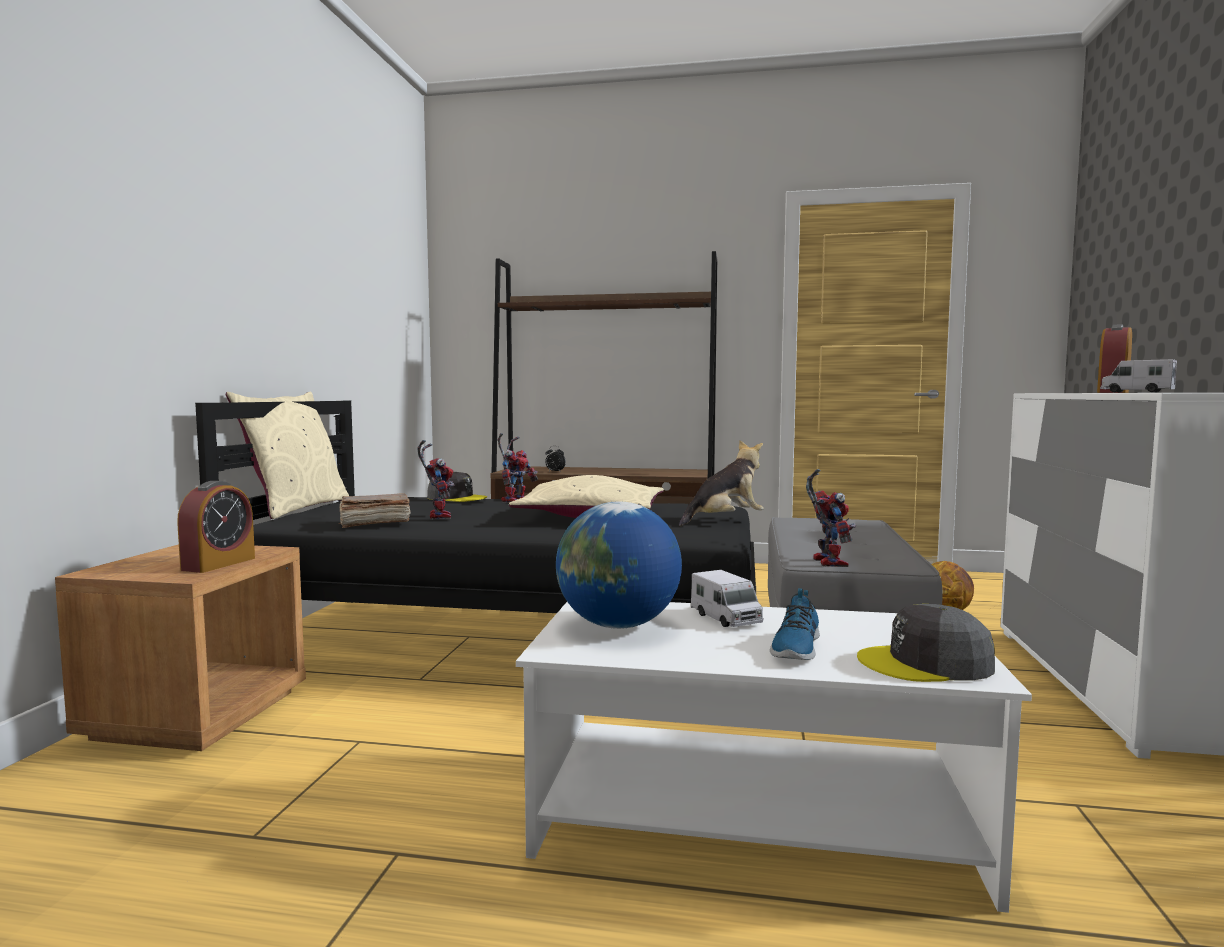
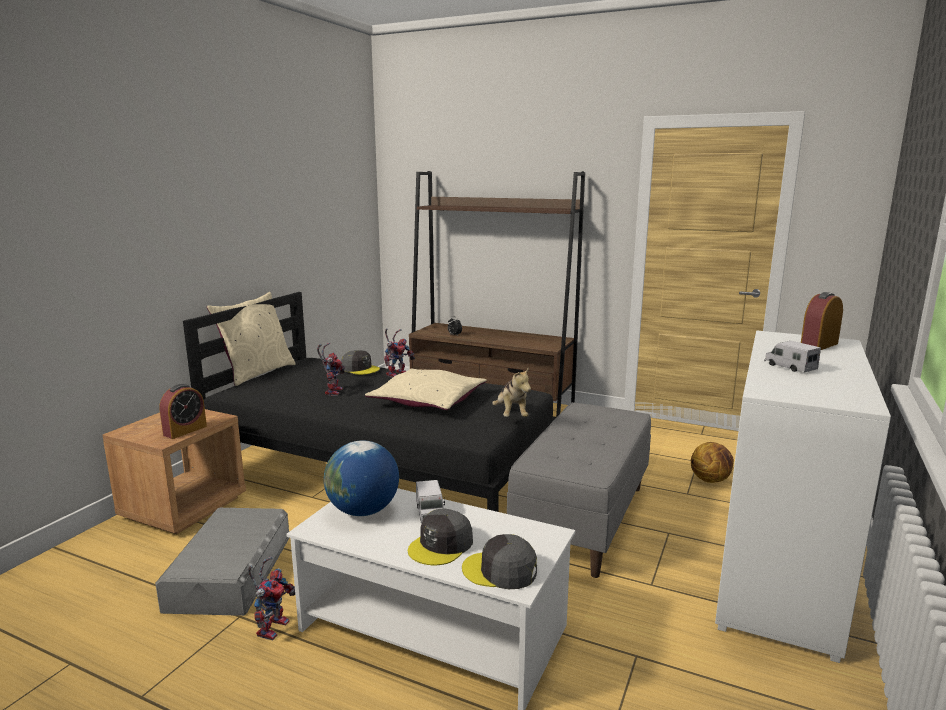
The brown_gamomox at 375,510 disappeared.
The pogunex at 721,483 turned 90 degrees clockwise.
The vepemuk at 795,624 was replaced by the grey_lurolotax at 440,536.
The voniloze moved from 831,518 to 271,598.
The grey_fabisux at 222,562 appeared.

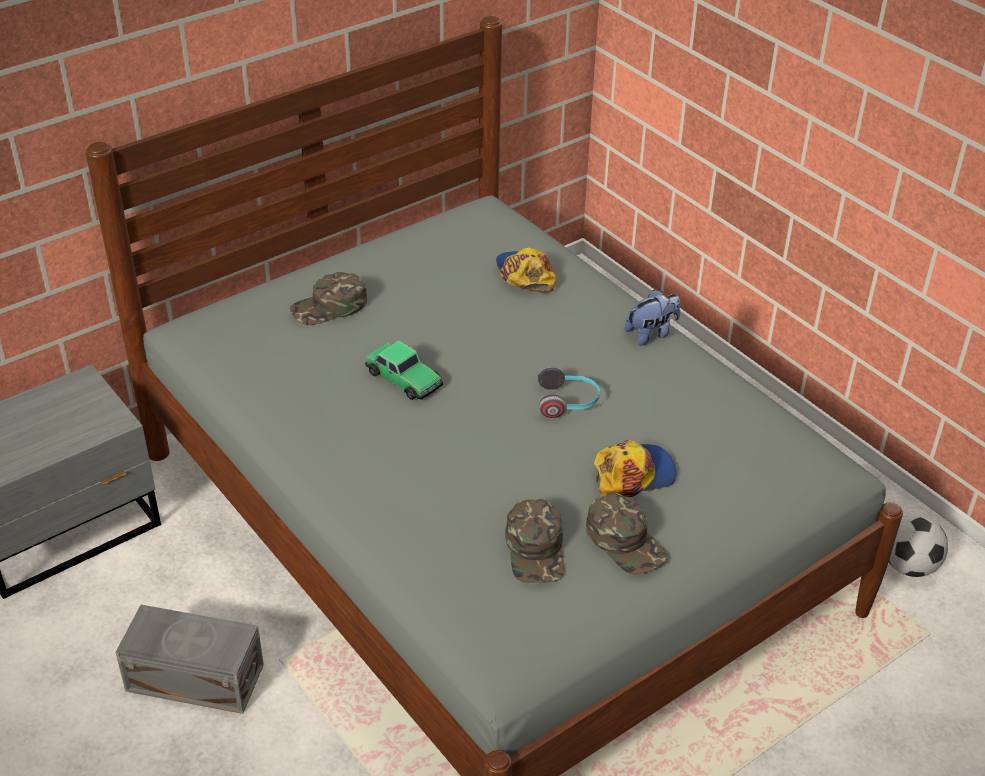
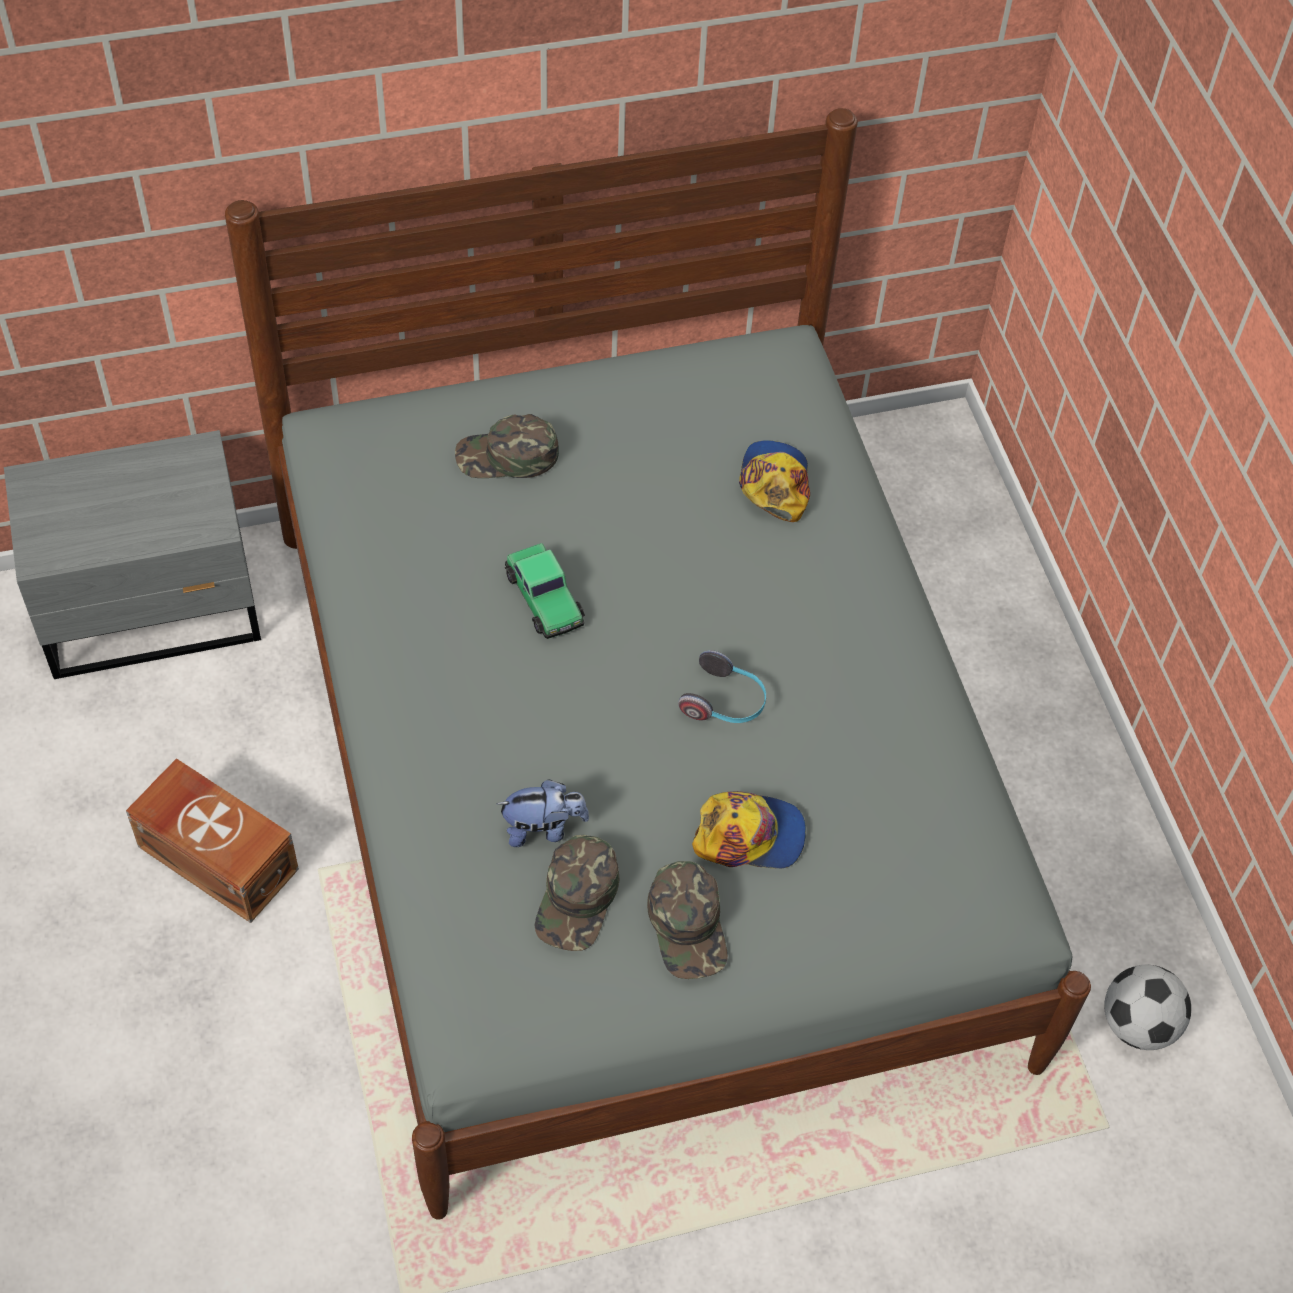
The grey_fabisux at 189,659 became the brown_fabisux at 212,840.
The pogunex moved from 652,318 to 542,813.

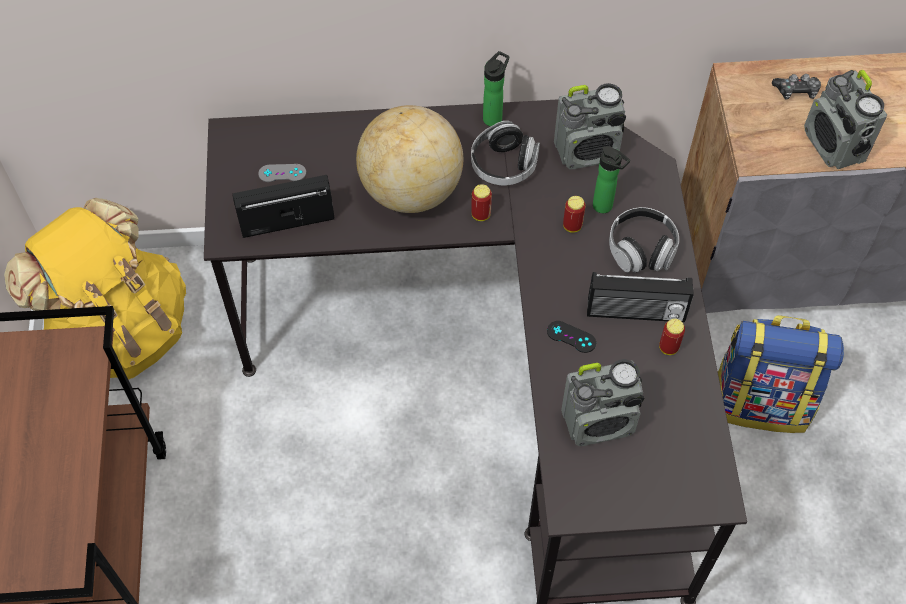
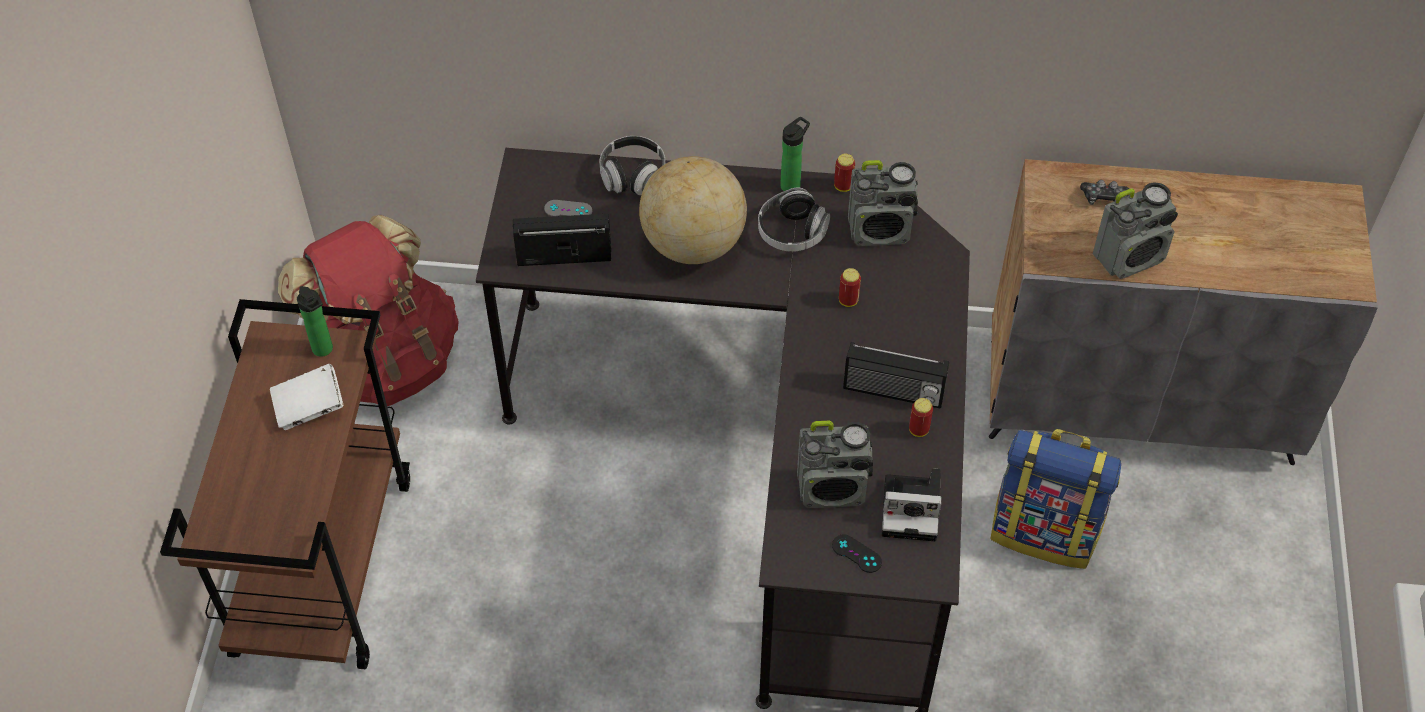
The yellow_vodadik at 95,289 became the red_vodadik at 368,310.
The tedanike moved from 481,202 to 844,173.
The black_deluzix moved from 571,337 to 857,553.
The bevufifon moved from 611,179 to 315,321.
The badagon moved from 644,239 to 632,165.
The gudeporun at 845,119 turned 105 degrees counterclockwise.
The white_gamomox at 306,396 appeared.
The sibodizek at 912,504 appeared.

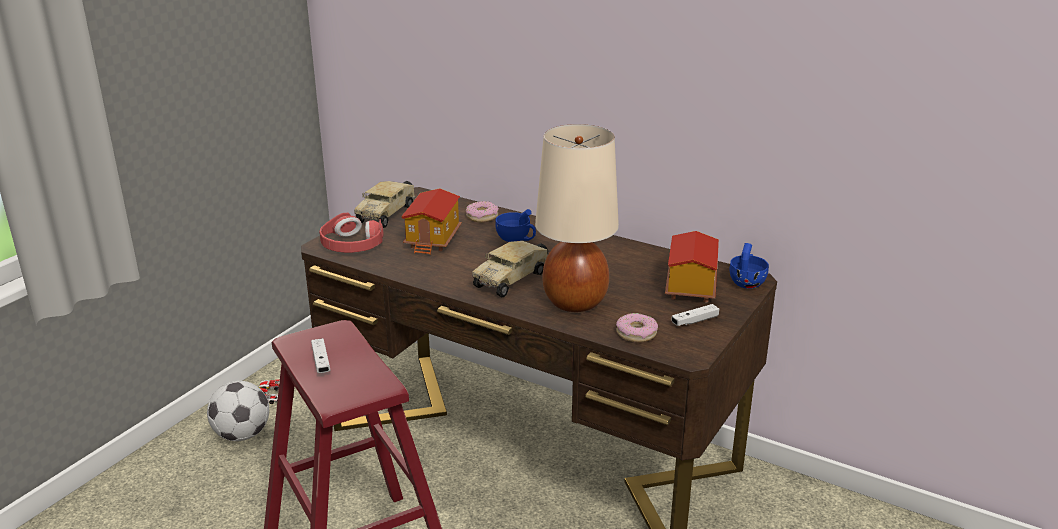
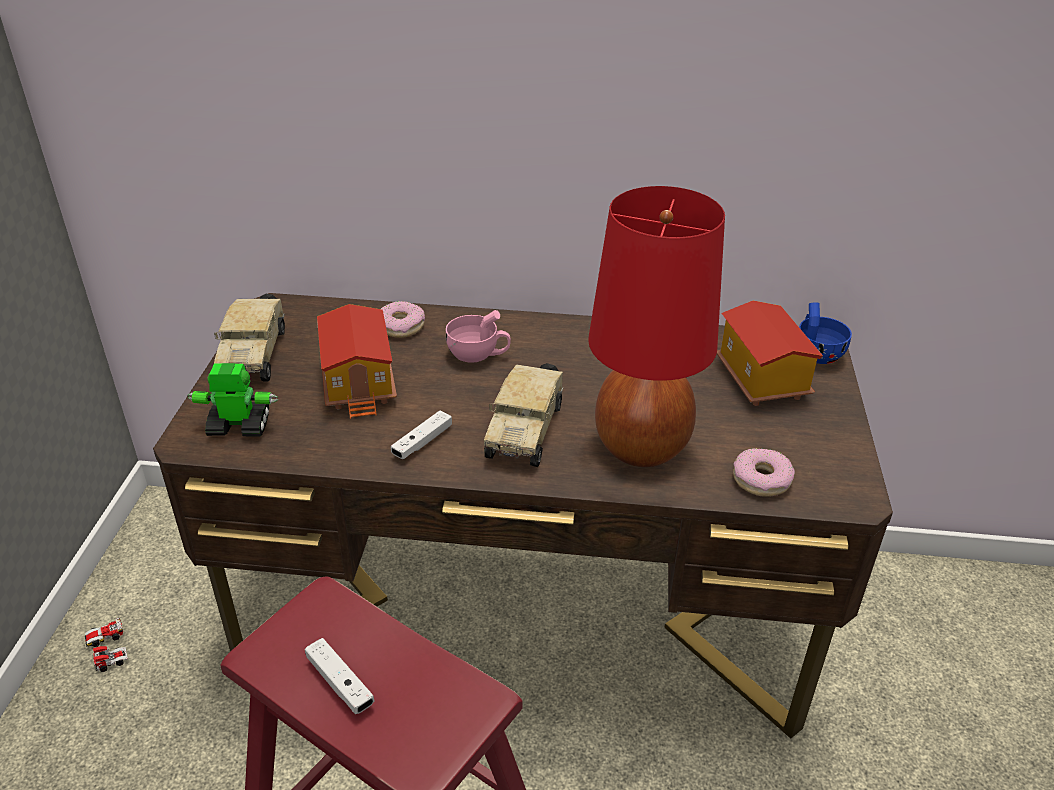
The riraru at 238,411 disappeared.
The red_badagon at 351,233 was replaced by the voniloze at 232,400.
The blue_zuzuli at 515,225 became the pink_zuzuli at 478,336.
The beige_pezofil at 577,218 became the red_pezofil at 656,326.
The white_deluzix moved from 695,315 to 421,435.

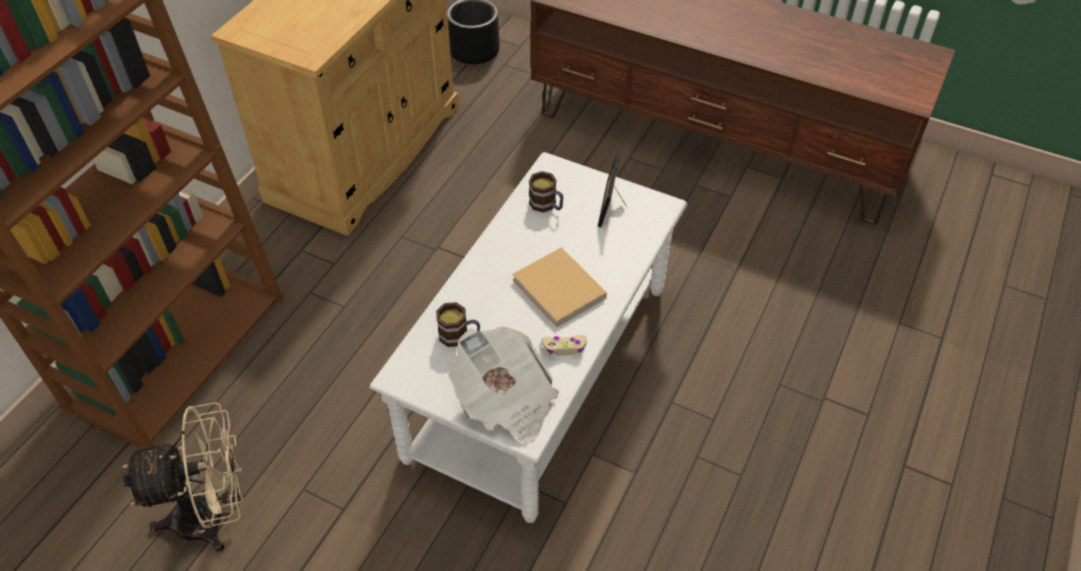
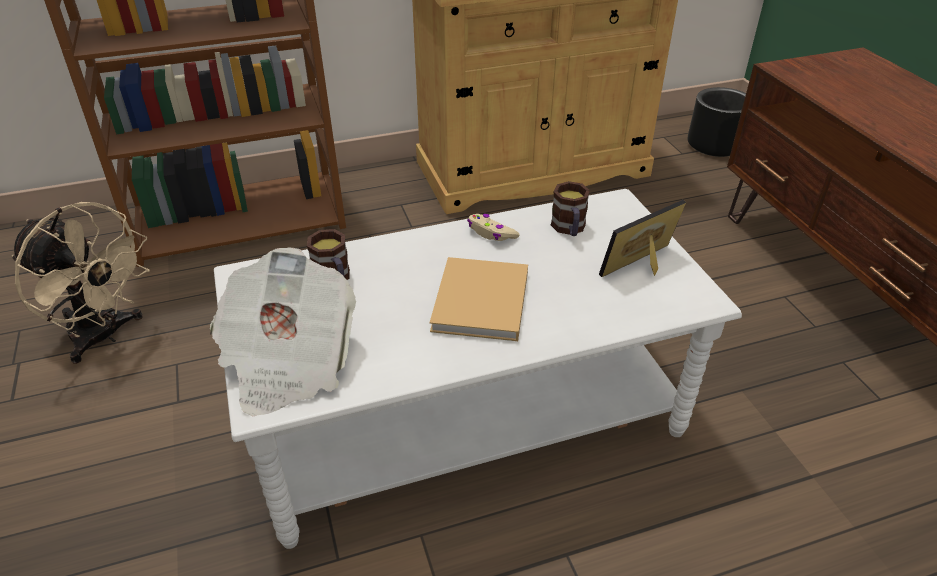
The beige_deluzix moved from 564,345 to 493,227.

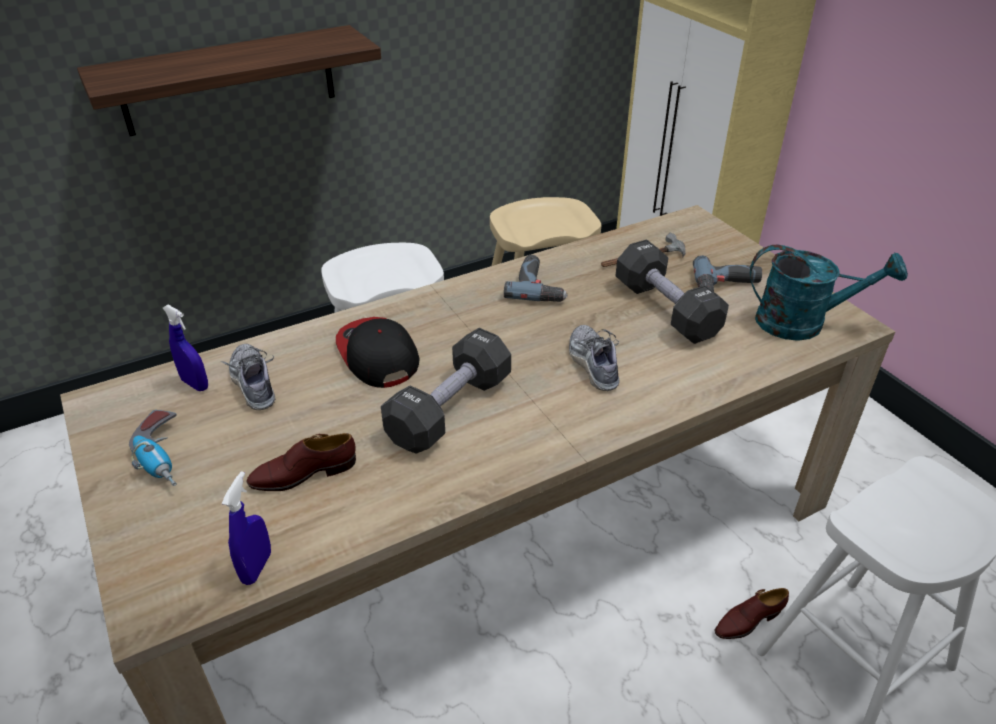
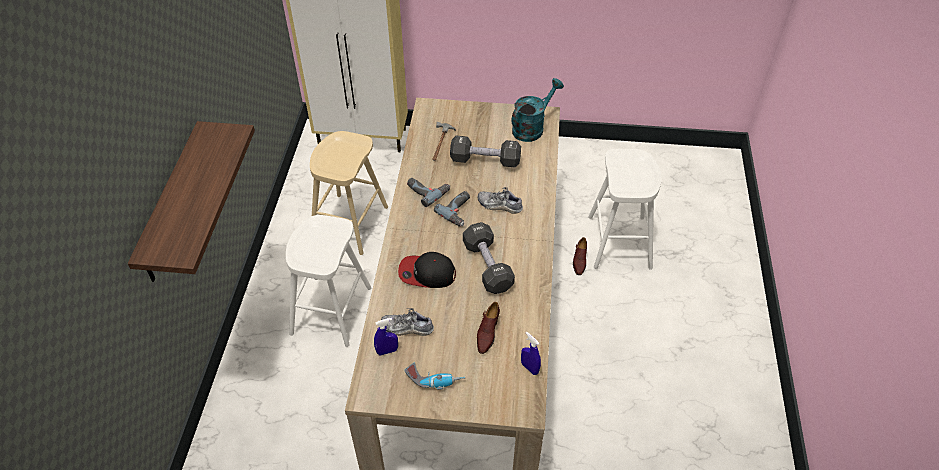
The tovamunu moved from 727,273 to 452,209.

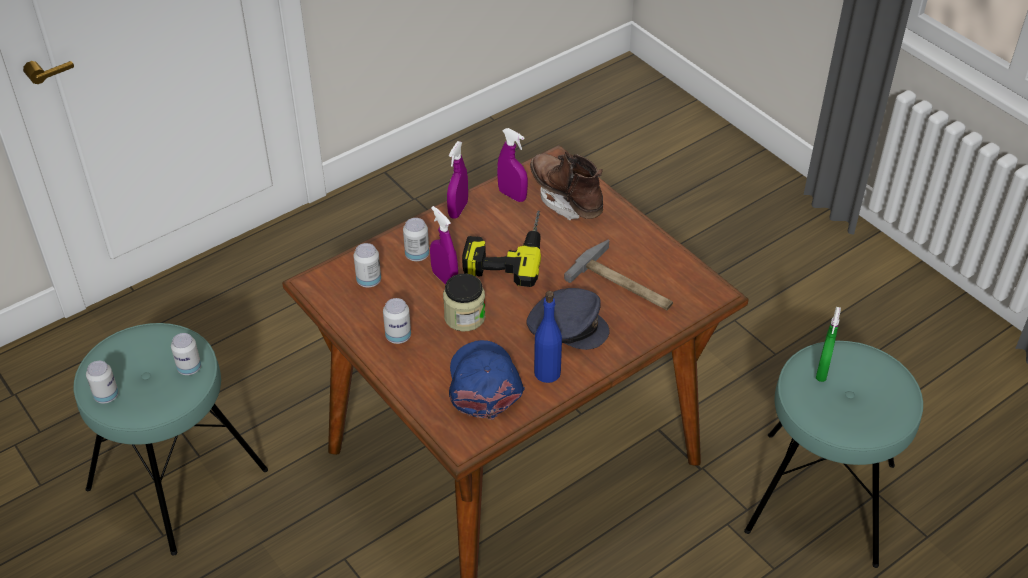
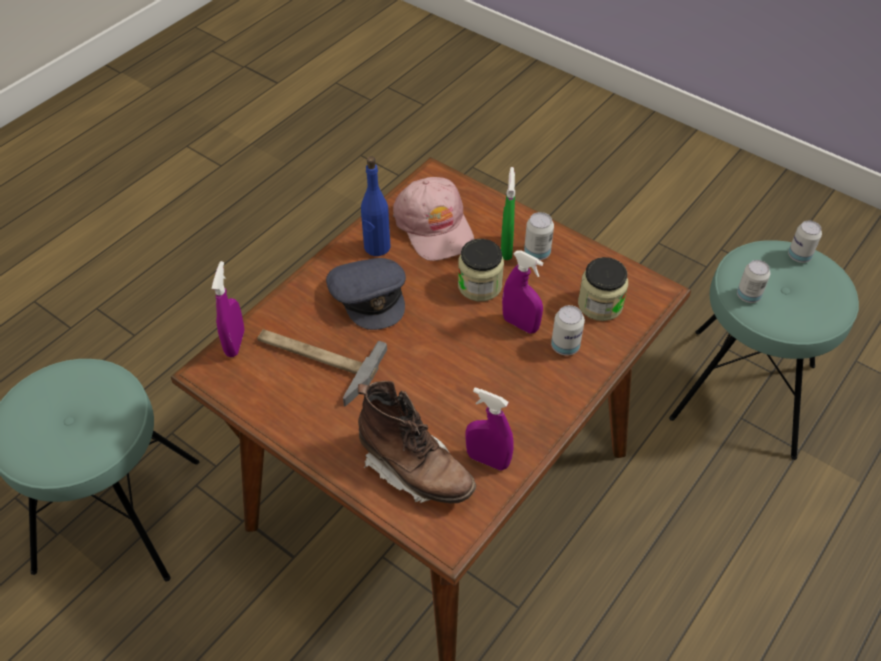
The tedanike at 367,265 was replaced by the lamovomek at 603,289.
The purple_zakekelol moved from 457,180 to 228,309.
The blue_lurolotax at 487,379 became the pink_lurolotax at 433,219.
The tovamunu at 501,249 disappeared.
The grey_lurolotax at 568,319 turned 120 degrees counterclockwise.
The green_zakekelol moved from 828,344 to 508,213.

